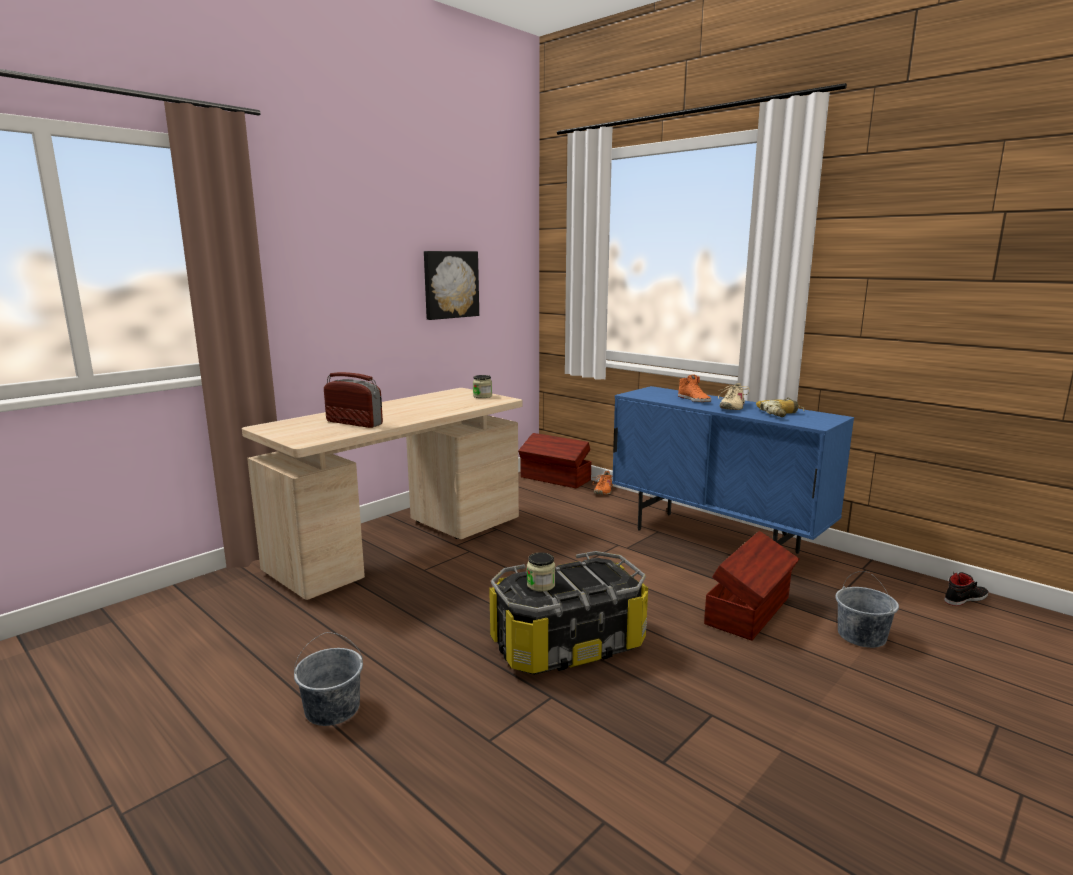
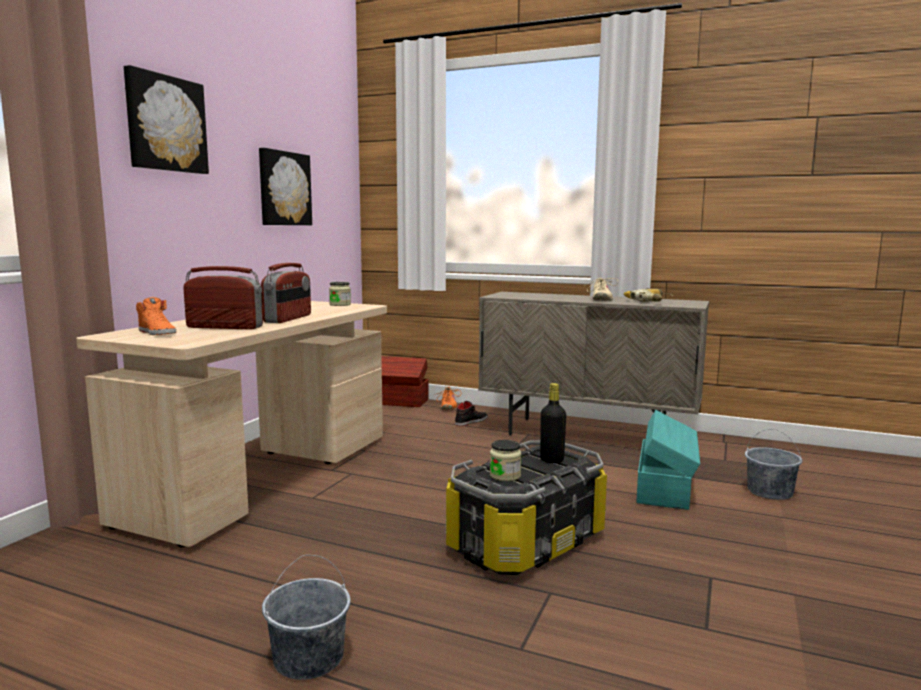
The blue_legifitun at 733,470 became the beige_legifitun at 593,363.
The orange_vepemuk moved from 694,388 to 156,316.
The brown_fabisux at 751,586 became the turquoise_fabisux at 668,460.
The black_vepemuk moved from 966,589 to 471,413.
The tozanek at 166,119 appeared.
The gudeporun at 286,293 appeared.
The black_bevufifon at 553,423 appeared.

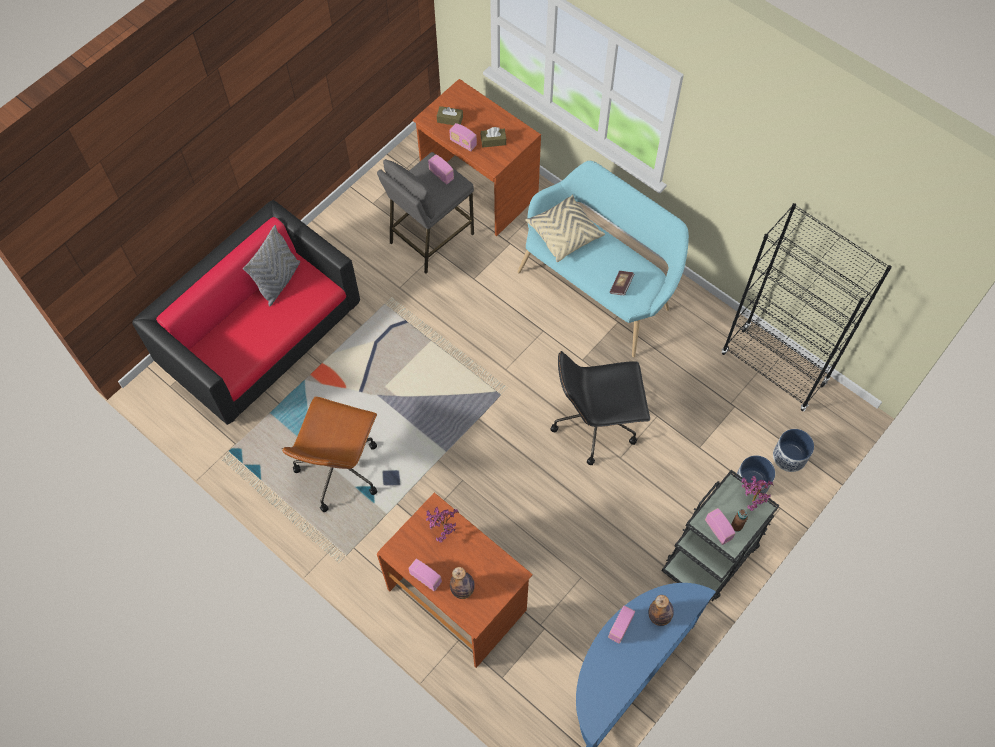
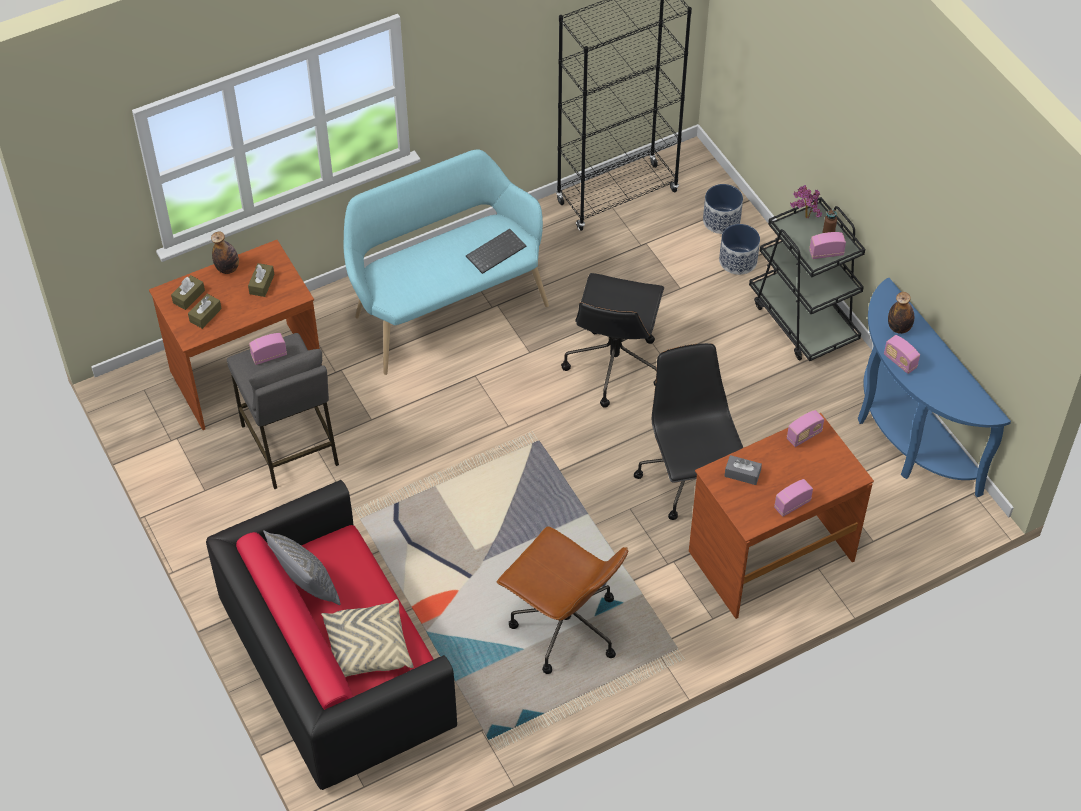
The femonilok at 442,525 was replaced by the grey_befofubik at 743,470.
The gudeporun moved from 463,137 to 805,428.
The bevufifon moved from 462,583 to 225,252.
The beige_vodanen moved from 565,228 to 367,638.
The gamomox at 622,283 was replaced by the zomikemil at 496,251.
The brown_befofubik at 188,292 appeared.
The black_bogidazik at 688,431 appeared.

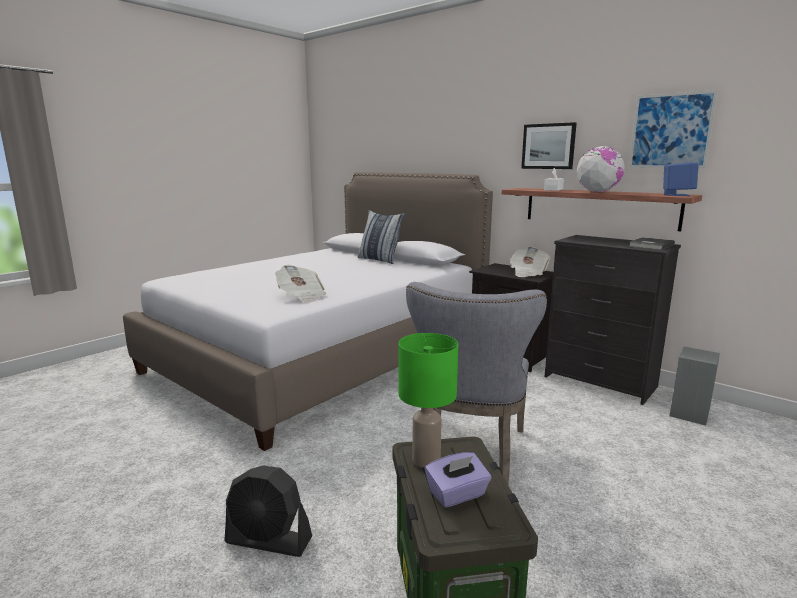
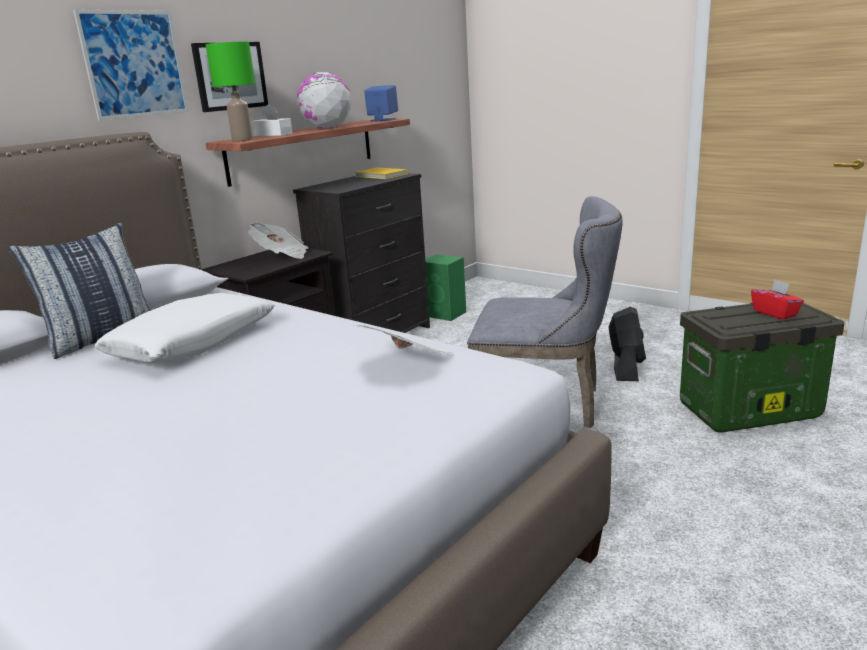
The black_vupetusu moved from 268,511 to 627,344.
The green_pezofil moved from 428,400 to 230,91.
The purple_befofubik at 458,480 became the red_befofubik at 777,300.
The grey_gamomox at 651,243 became the yellow_gamomox at 381,173.
The tozanek moved from 673,129 to 131,65.
The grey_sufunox at 695,386 became the green_sufunox at 445,287.
The white_vodanen at 184,328 appeared.

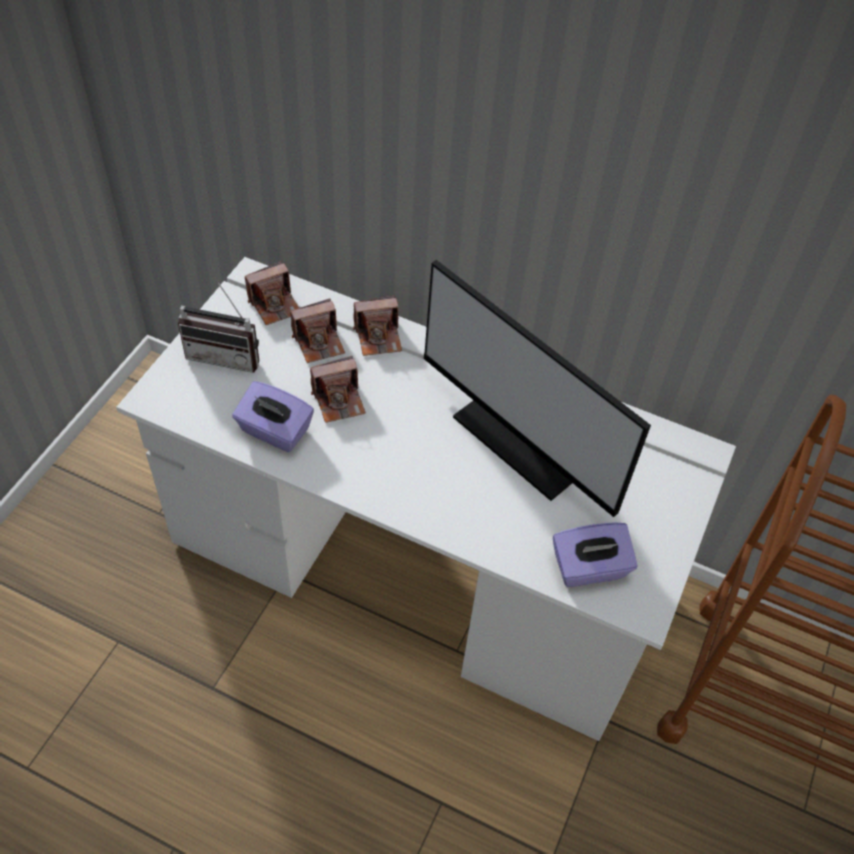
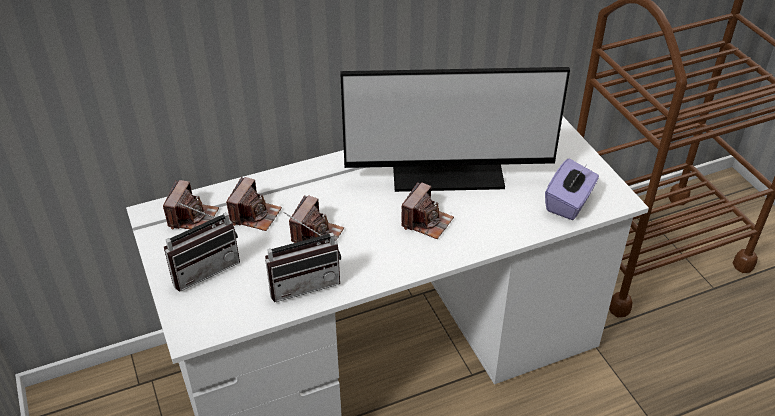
The purple_befofubik at 273,416 was replaced by the gudeporun at 303,257.
The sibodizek moved from 377,325 to 427,210.

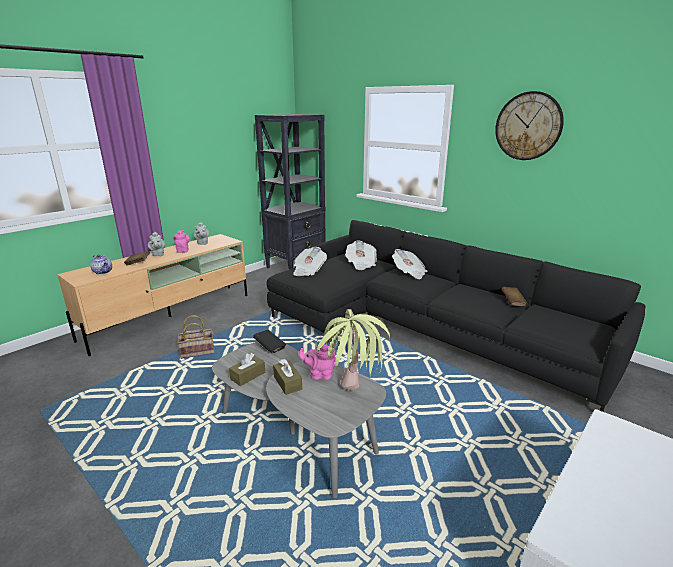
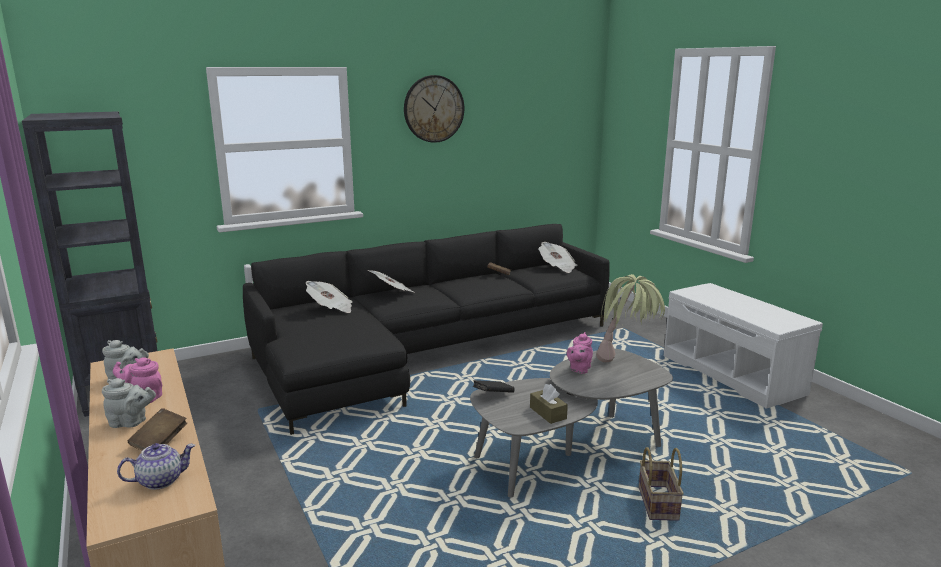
The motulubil moved from 195,337 to 661,484.
The brown_befofubik at 287,377 disappeared.
The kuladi moved from 310,261 to 557,257.

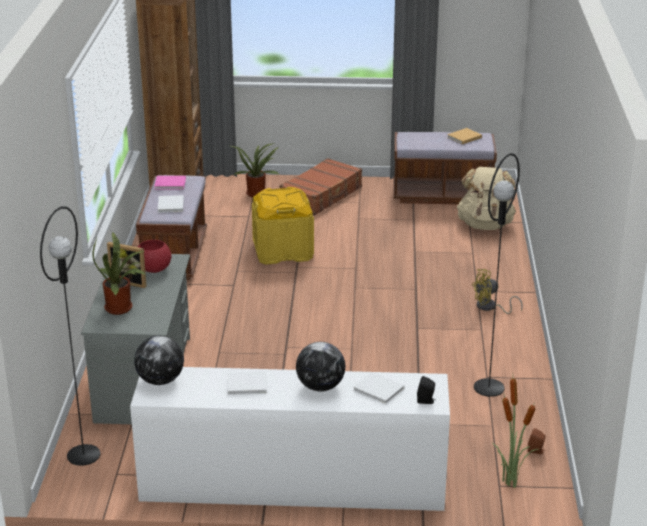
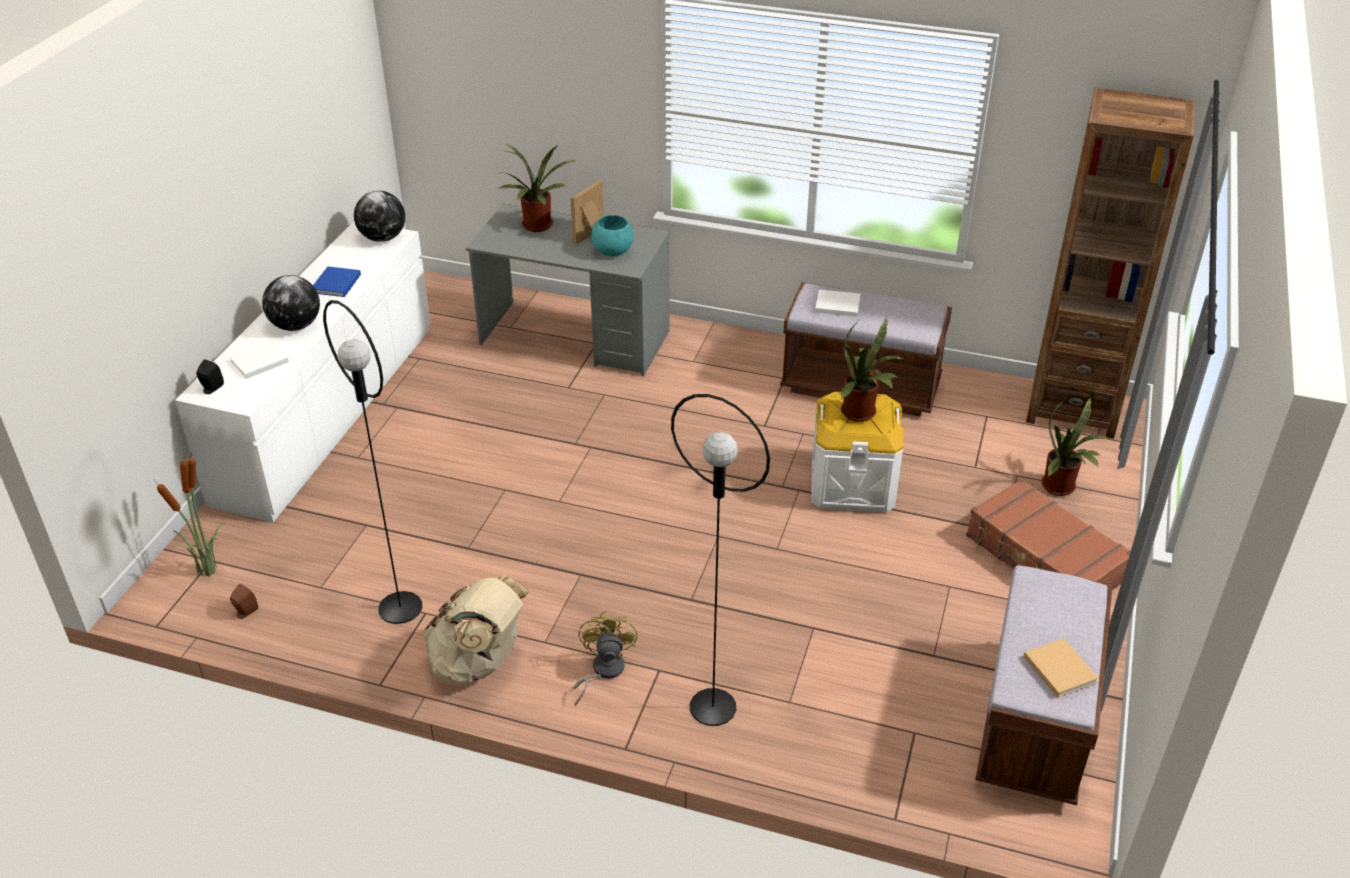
The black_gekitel moved from 70,336 to 720,560.
The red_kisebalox at 154,256 became the turquoise_kisebalox at 612,235.
The pink_gamomox at 170,182 disappeared.
The white_gamomox at 247,383 became the blue_gamomox at 337,281.
The yellow_fabisux at 283,226 became the white_fabisux at 857,452.
The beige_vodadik moved from 486,198 to 476,630.
The femonilok at 873,370 appeared.

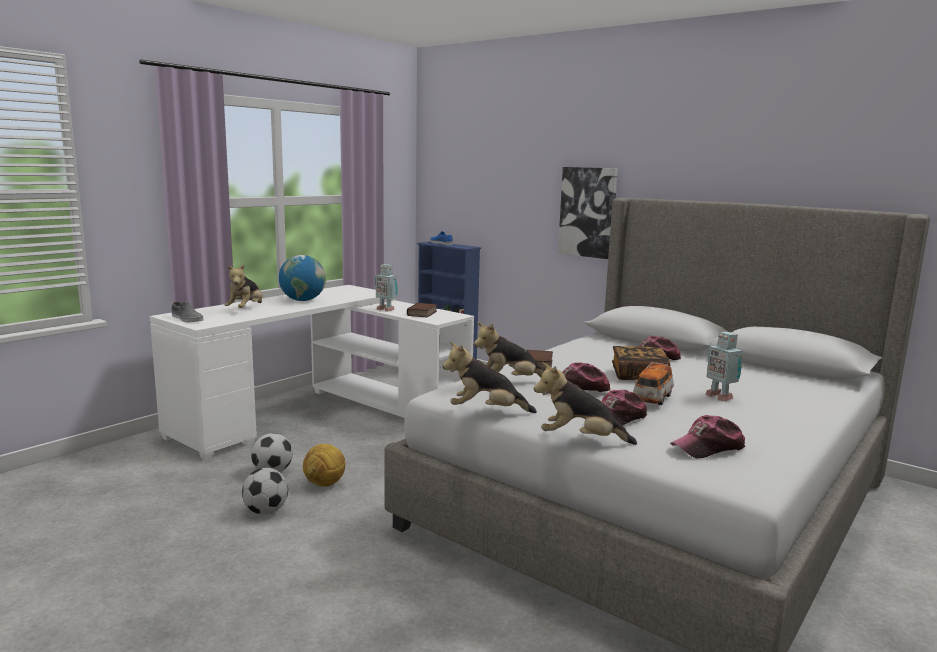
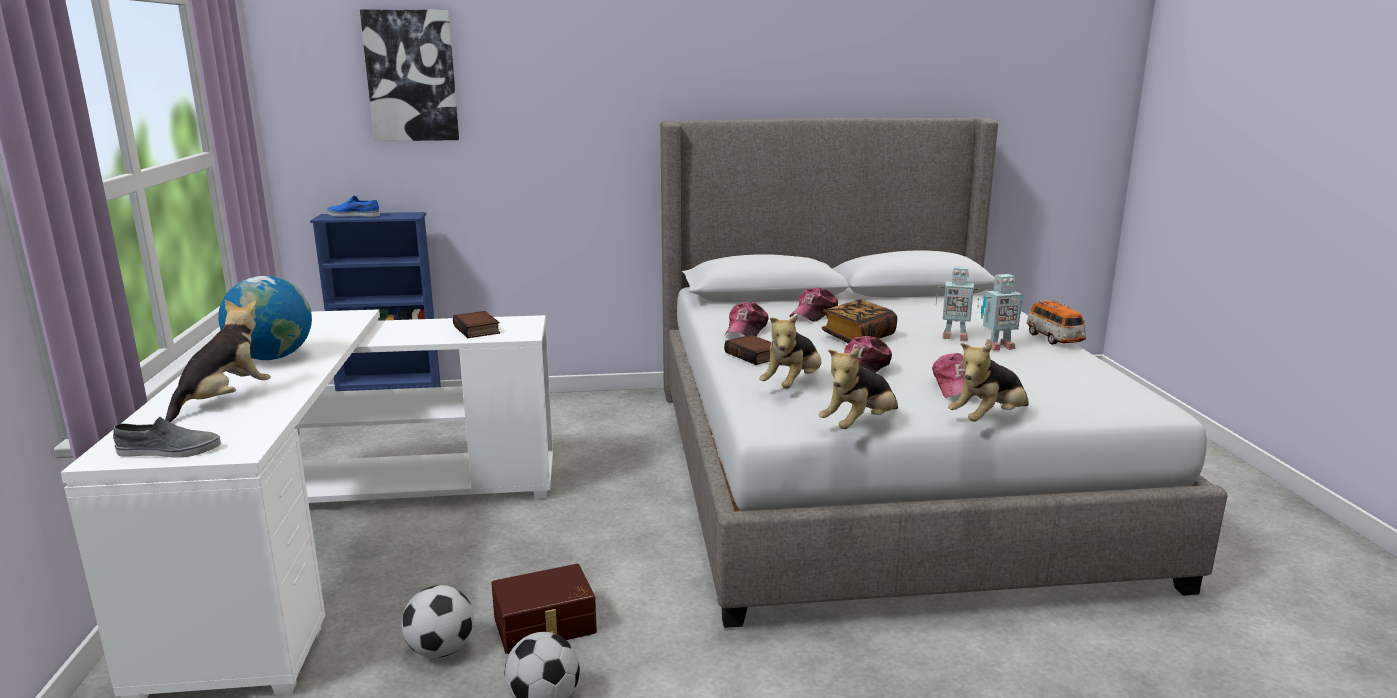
The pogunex at 244,286 turned 120 degrees counterclockwise.
The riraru at 324,465 was replaced by the brown_fabisux at 544,609.
The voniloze moved from 386,288 to 1002,312.
The tozanek moved from 588,213 to 409,75.
The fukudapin moved from 653,383 to 1056,321.
The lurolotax moved from 708,436 to 746,319.

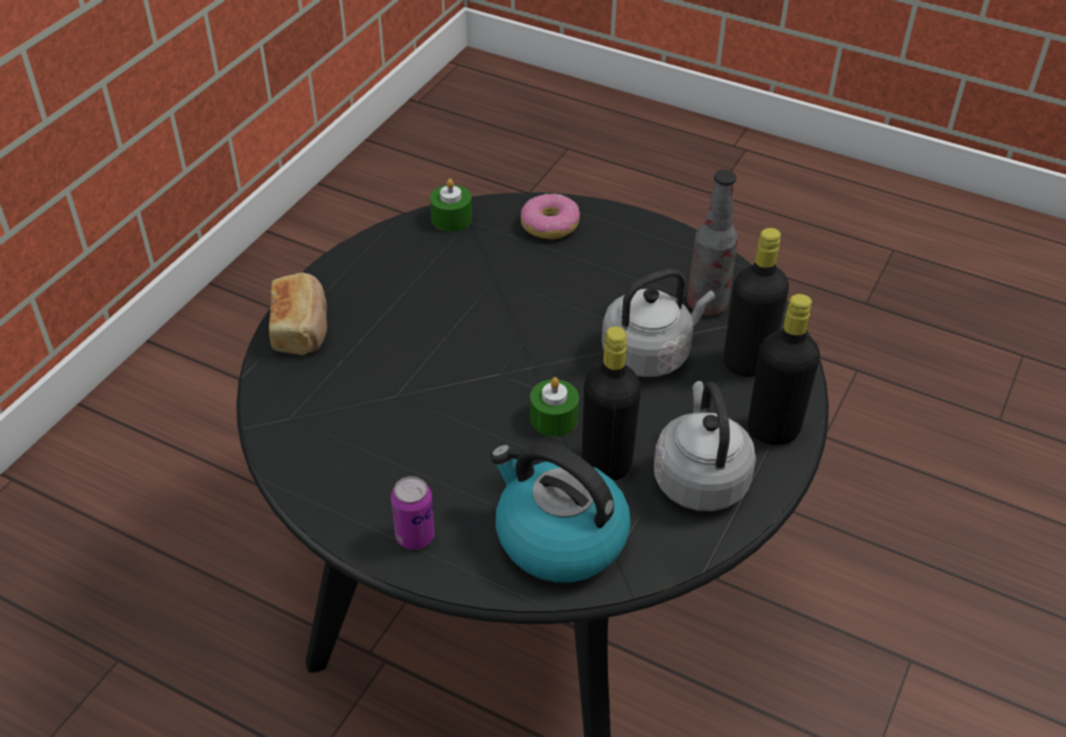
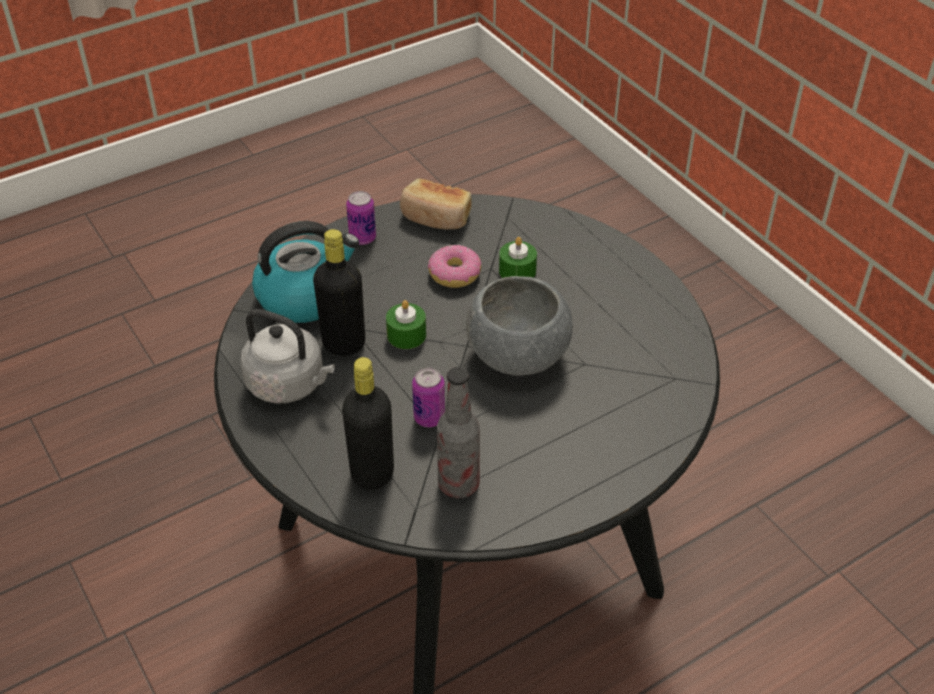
The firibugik moved from 298,314 to 436,203.
The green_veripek moved from 451,205 to 518,257.
The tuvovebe moved from 550,216 to 454,266.
The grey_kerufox at 658,323 was replaced by the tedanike at 428,397.
The black_bevufifon at 784,369 disappeared.
The grey_kisebalox at 519,326 appeared.

